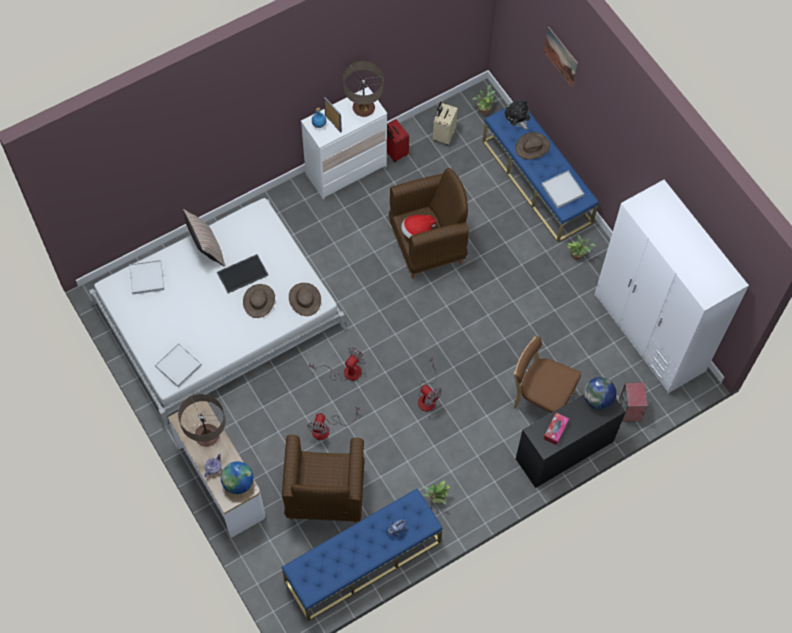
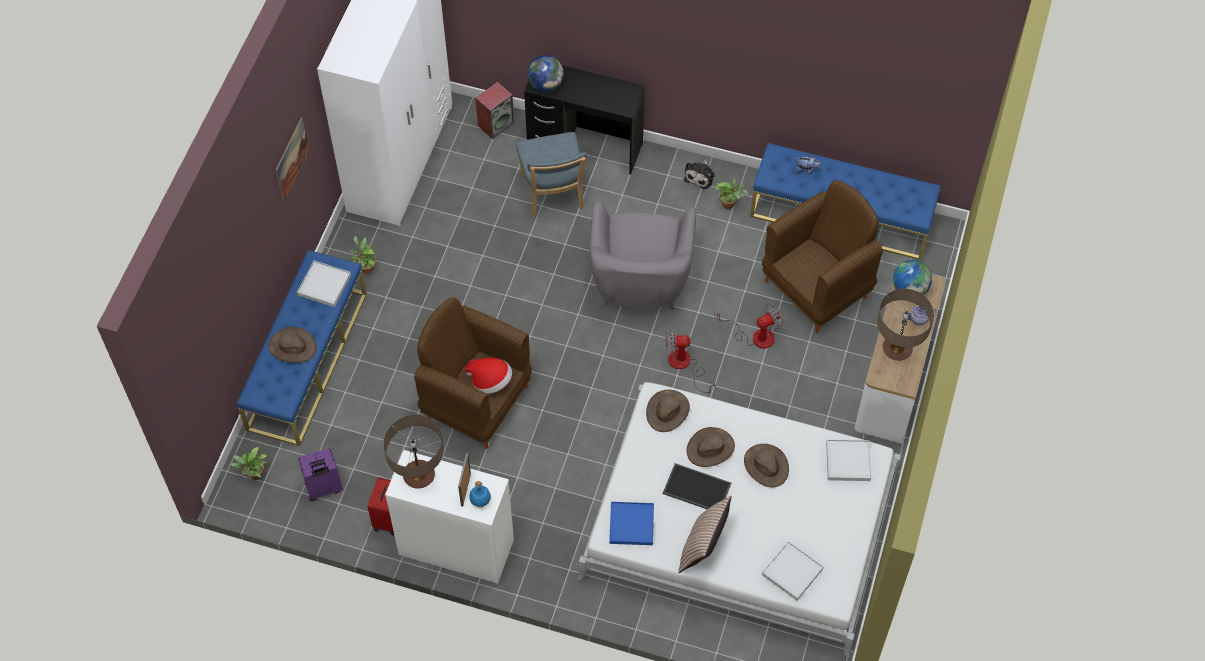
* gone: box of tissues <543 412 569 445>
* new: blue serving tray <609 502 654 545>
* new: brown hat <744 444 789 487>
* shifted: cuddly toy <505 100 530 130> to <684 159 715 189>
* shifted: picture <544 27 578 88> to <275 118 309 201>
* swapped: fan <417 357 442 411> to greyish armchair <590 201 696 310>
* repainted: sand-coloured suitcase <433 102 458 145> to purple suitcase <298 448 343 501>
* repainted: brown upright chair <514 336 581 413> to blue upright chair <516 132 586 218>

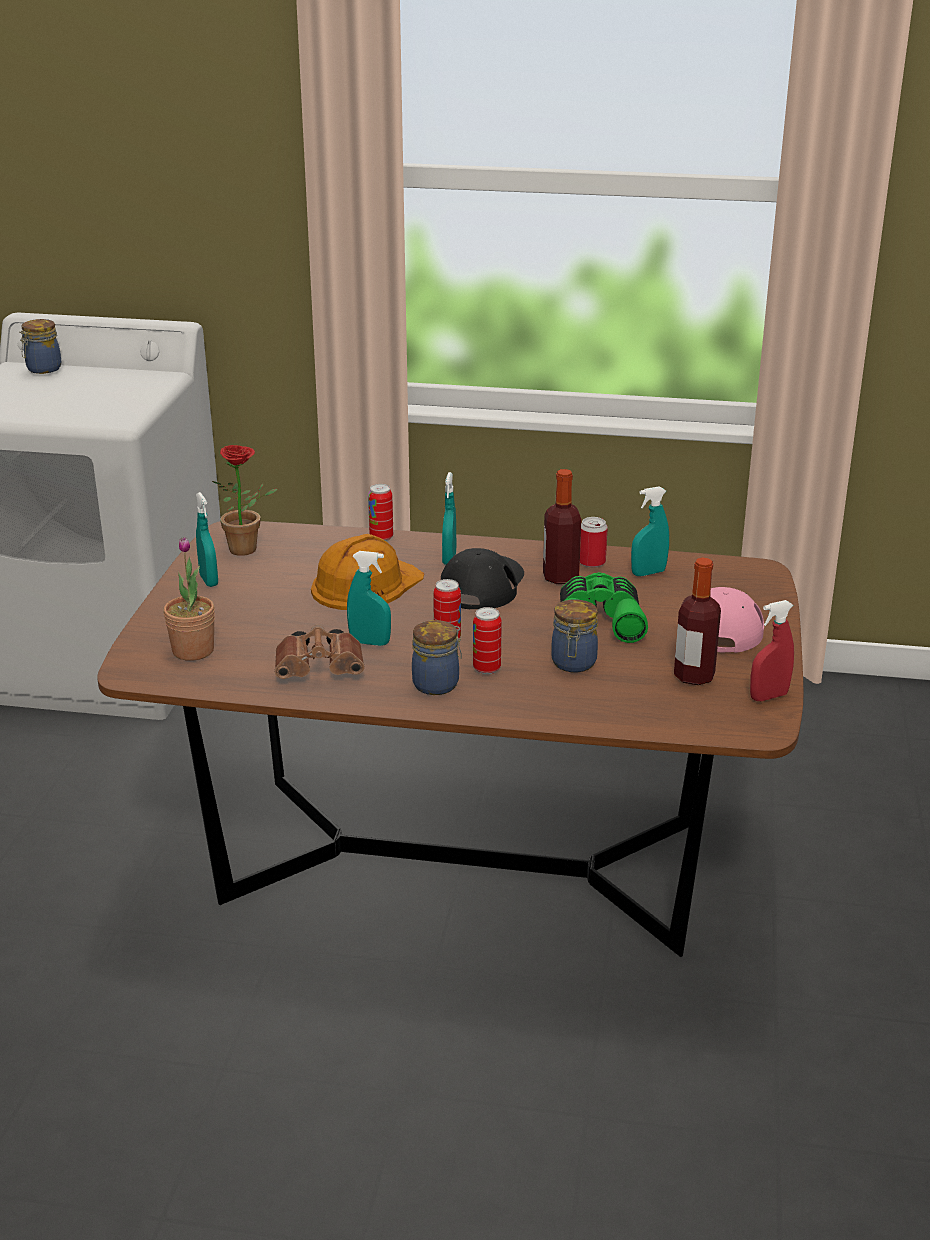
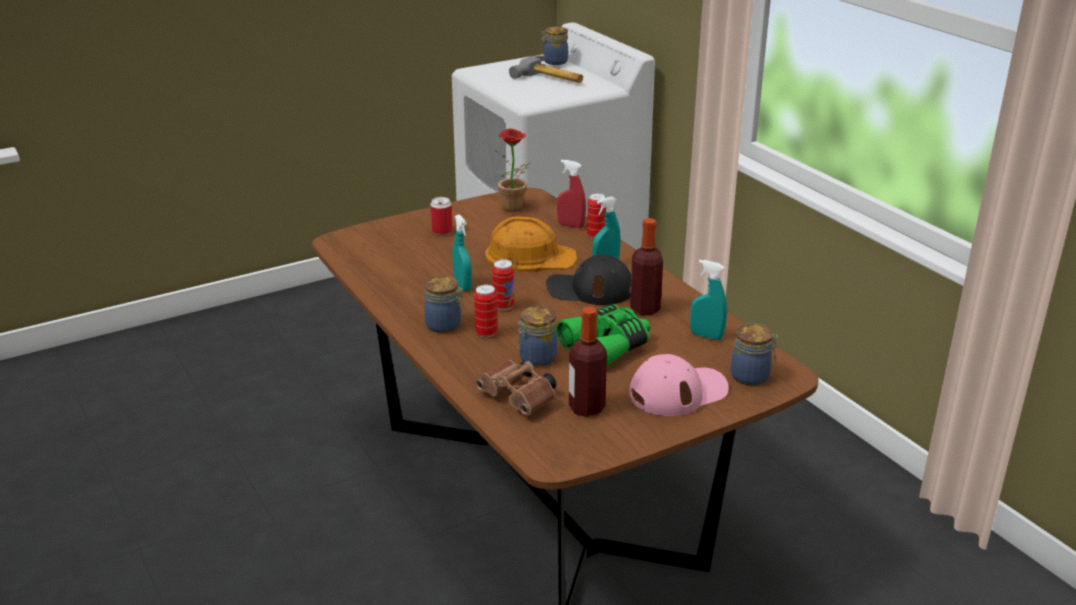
* gone: potted plant <163 537 215 661>
* gone: blue-green sprayer <196 492 218 587>
* new: hand hammer <509 55 583 83>
* new: storage jar <731 323 778 386>
* shifted: brown pair of binoculars <275 624 365 679> to <475 360 557 415>
* shifted: sealed can <580 517 608 567> to <430 197 453 235>
* shifted: red sprayer <750 600 794 701> to <557 160 586 228>
* rotated: black baseball cap <441 548 524 609> = <546 255 631 305> 150 degrees counterclockwise

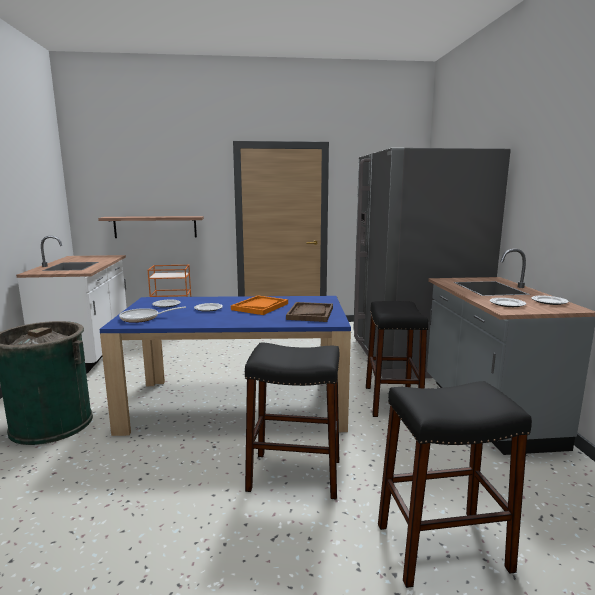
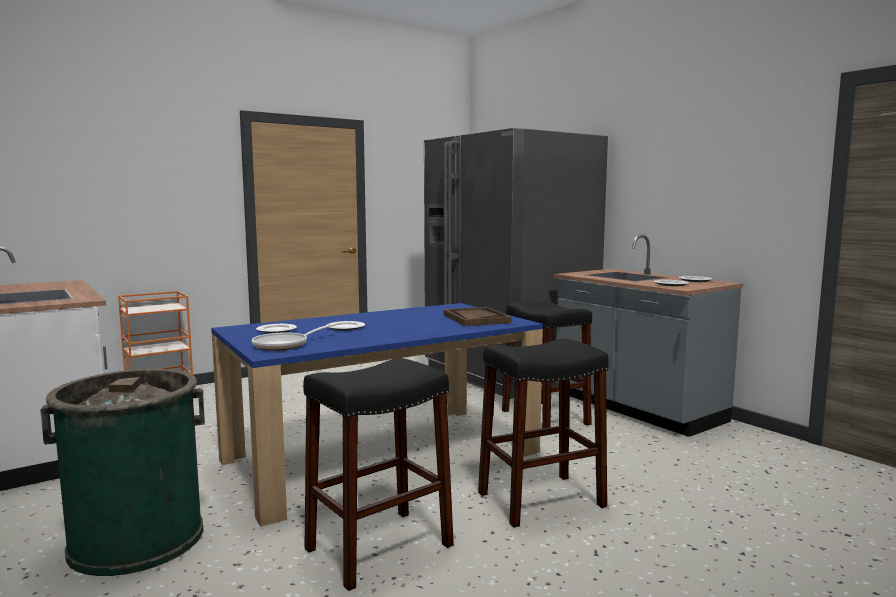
* gone: wall shelf <98 216 204 238>
* gone: orangey serving tray <231 296 288 315>
* shifted: black stool seat <378 381 532 588> to <303 358 454 591>

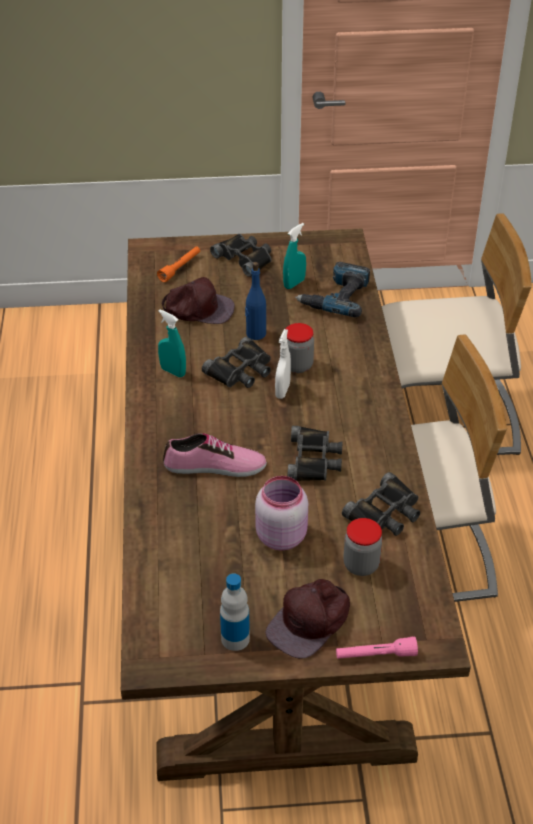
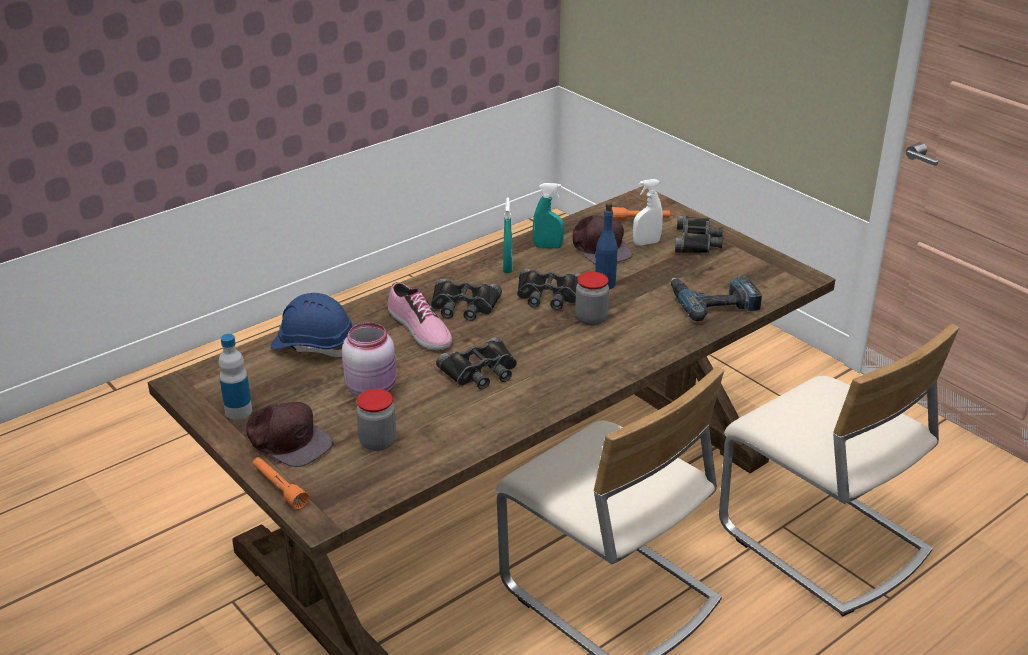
* new: blue safety helmet <270 293 354 357>
* shifted: white sprayer <275 329 291 399> to <633 179 663 245>
* shifted: blue-green sprayer <283 223 306 289> to <533 183 564 249>
* shifted: black pair of binoculars <342 472 420 536> to <431 279 502 321>
* repainted: pinkish flashlight <336 636 418 659> to orangey flashlight <253 457 309 509>
* rotated: brown baseball cap <265 579 350 659> = <246 402 333 467> 150 degrees counterclockwise

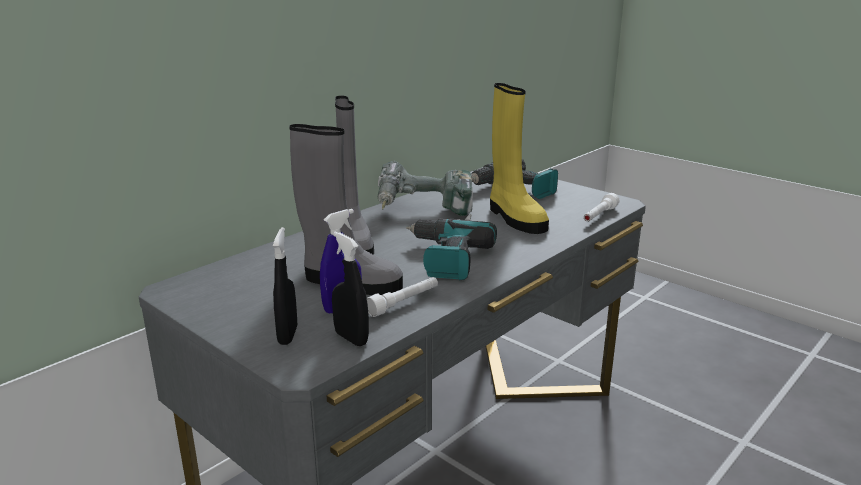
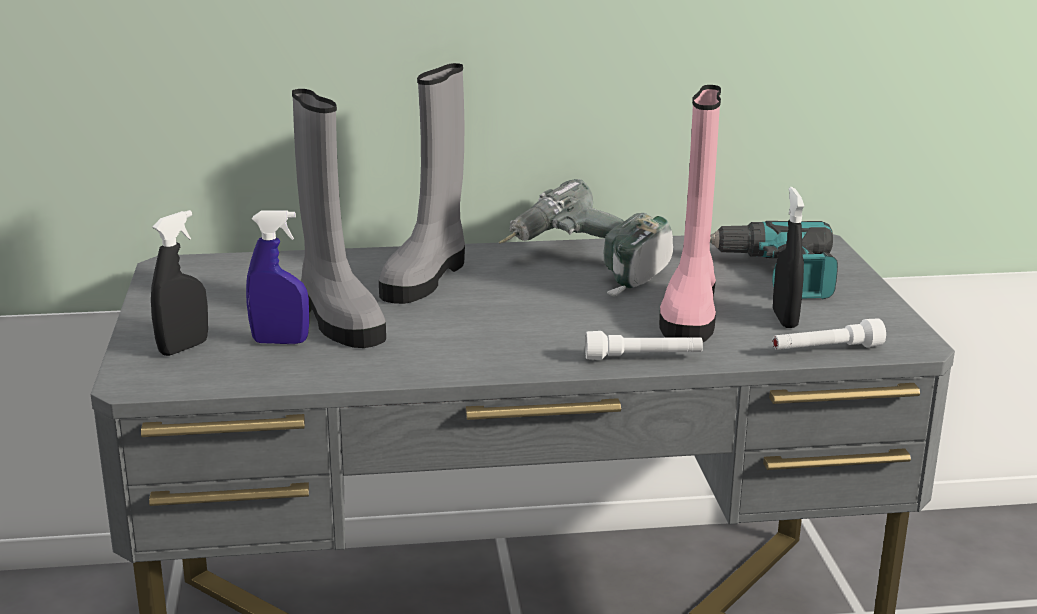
* gone: power drill <406 219 497 280>
* shifted: black sprayer <332 231 369 346> to <773 187 804 328>
* shifted: white flashlight <367 277 438 317> to <585 331 703 360>
* repainted: yellow tall boot <490 83 549 234> to pinkish tall boot <659 85 721 342>

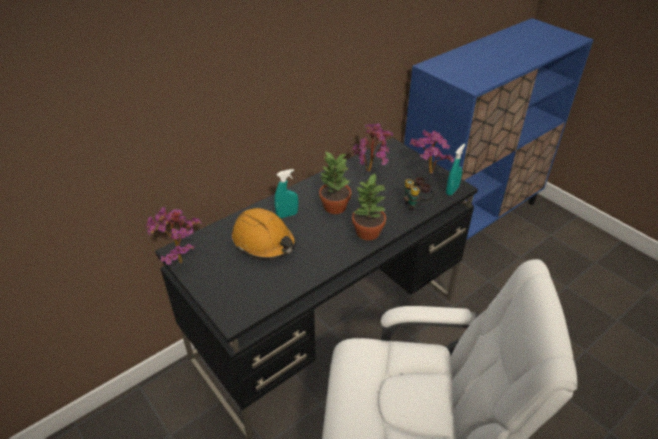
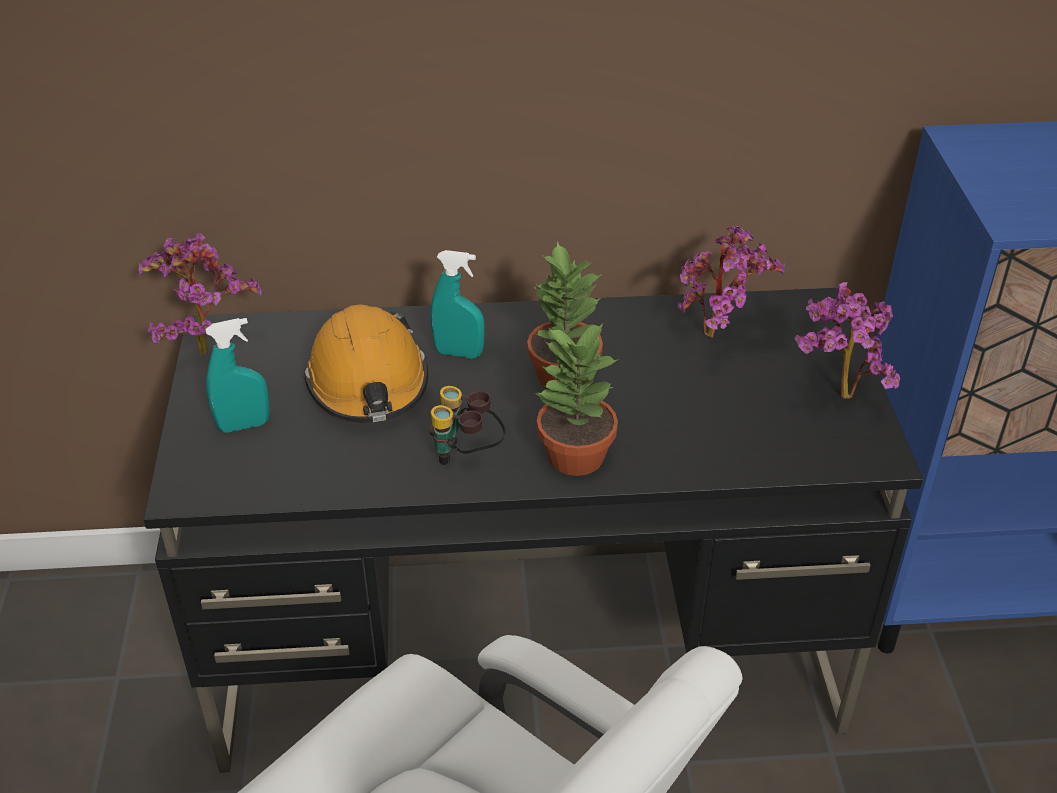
* shifted: pair of binoculars <403 177 434 211> to <429 386 506 465>
* shifted: blue-green sprayer <446 144 465 196> to <205 318 270 433>

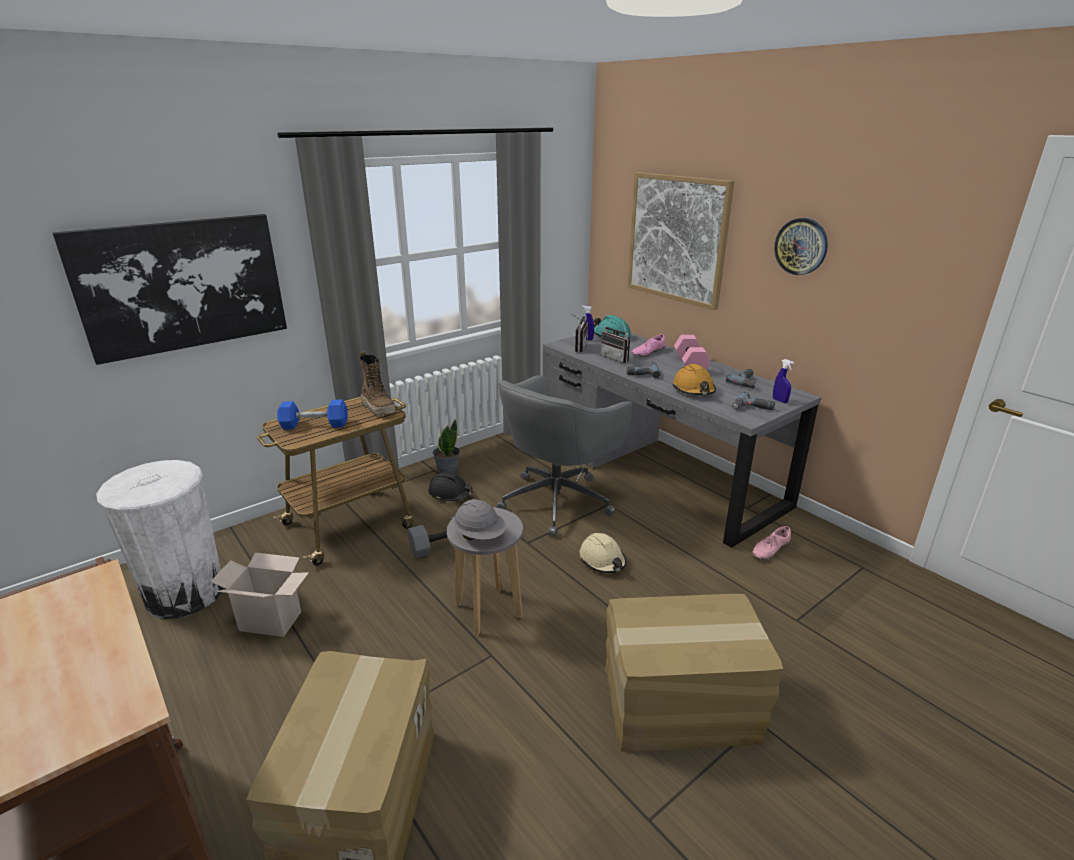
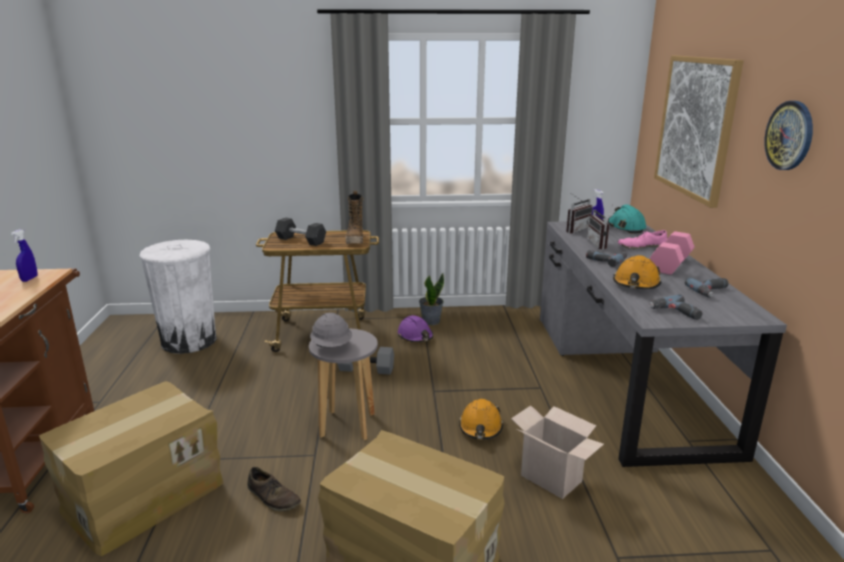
* gone: picture <53 214 287 365>
* gone: greyish office chair <496 375 634 537>
* gone: pinkish item of footwear <752 526 791 560>
* new: brown item of footwear <248 467 301 511>
* shifted: cardboard box <210 553 309 637> to <511 405 604 499>
* shifted: blue sprayer <773 359 794 403> to <11 229 38 282>
* repainted: blue free weight <277 399 348 430> to greyish free weight <275 217 326 246>
* repainted: black safety helmet <428 472 473 501> to purple safety helmet <398 315 433 342>
* repainted: sand-coloured safety helmet <580 533 626 573> to orangey safety helmet <459 399 503 439>

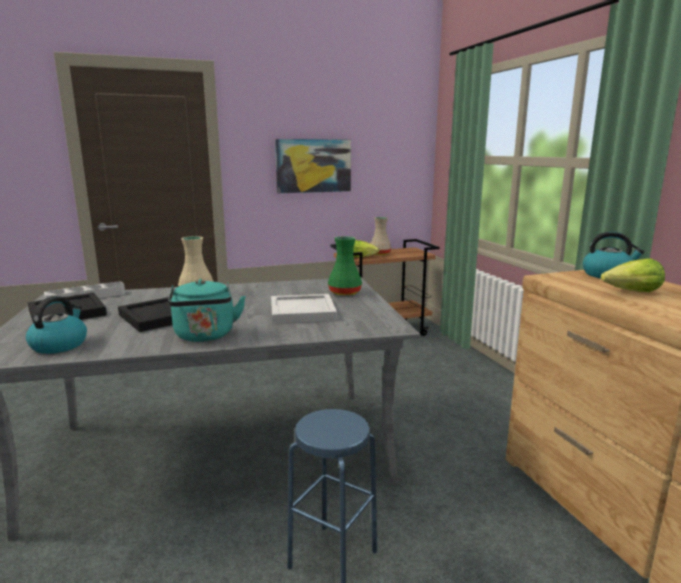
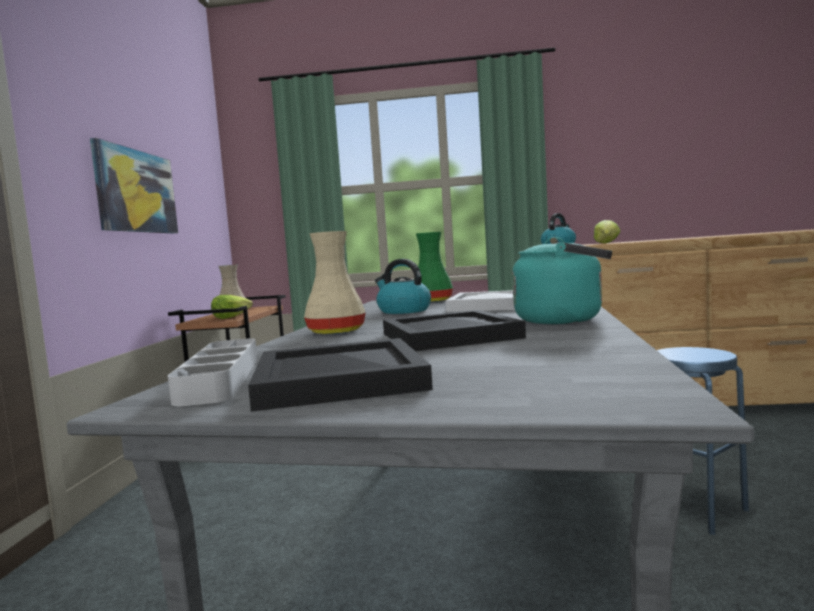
* shifted: tea kettle <26 296 87 354> to <375 259 431 314>

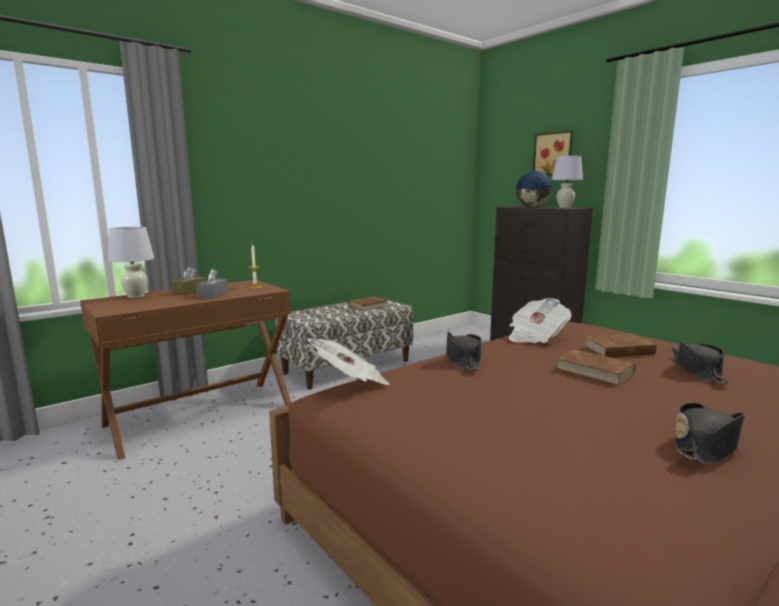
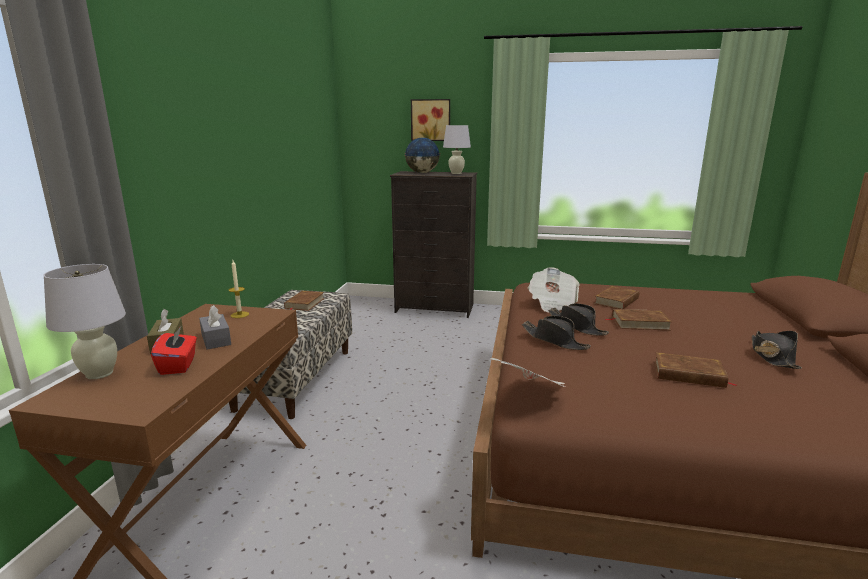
* new: red box of tissues <151 325 197 375>
* new: brown bound book <655 352 737 388>
* shifted: black hat <672 341 729 384> to <548 303 609 336>

